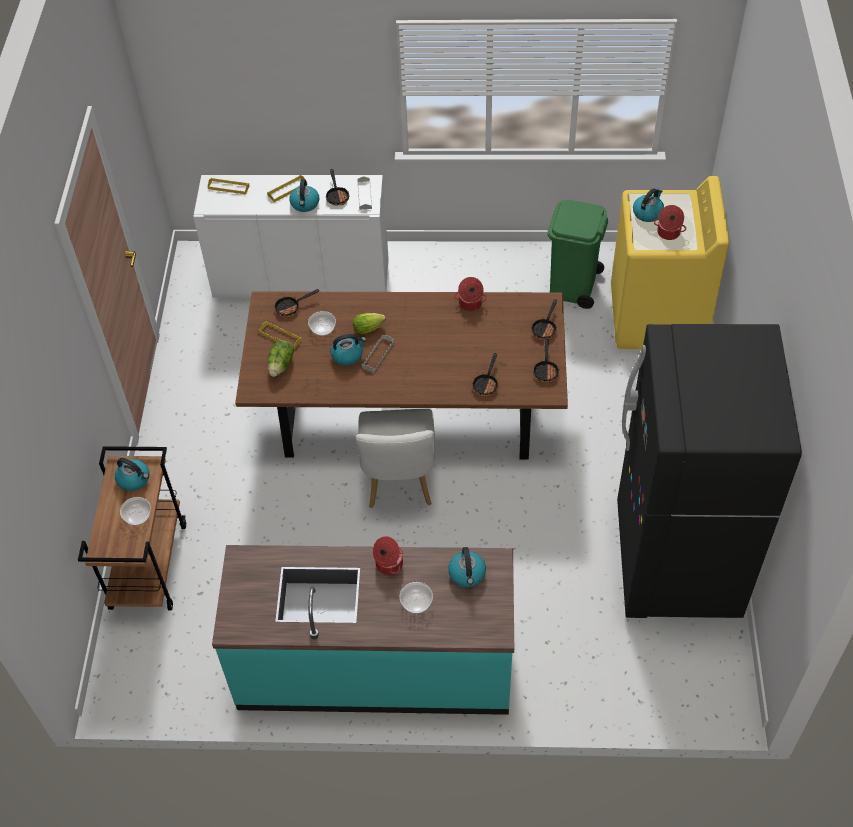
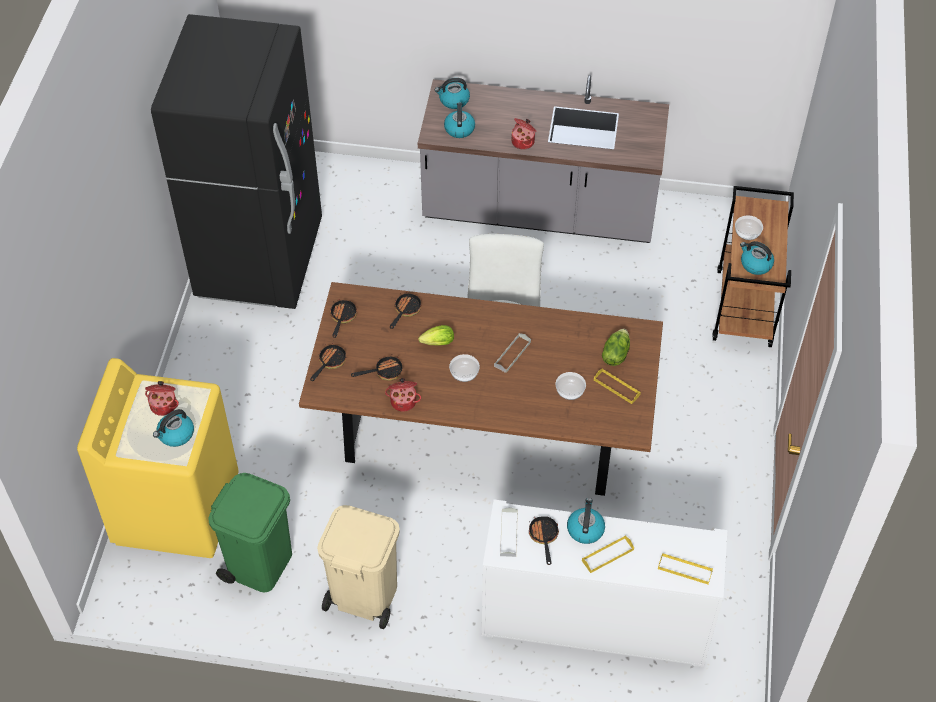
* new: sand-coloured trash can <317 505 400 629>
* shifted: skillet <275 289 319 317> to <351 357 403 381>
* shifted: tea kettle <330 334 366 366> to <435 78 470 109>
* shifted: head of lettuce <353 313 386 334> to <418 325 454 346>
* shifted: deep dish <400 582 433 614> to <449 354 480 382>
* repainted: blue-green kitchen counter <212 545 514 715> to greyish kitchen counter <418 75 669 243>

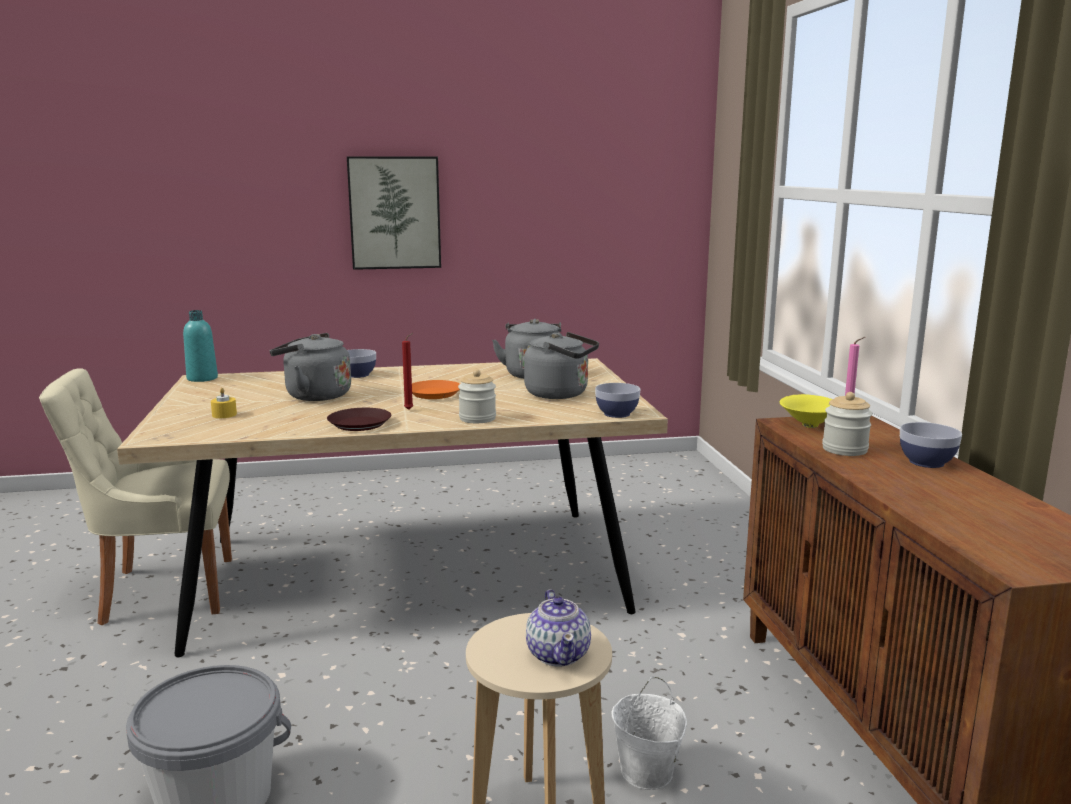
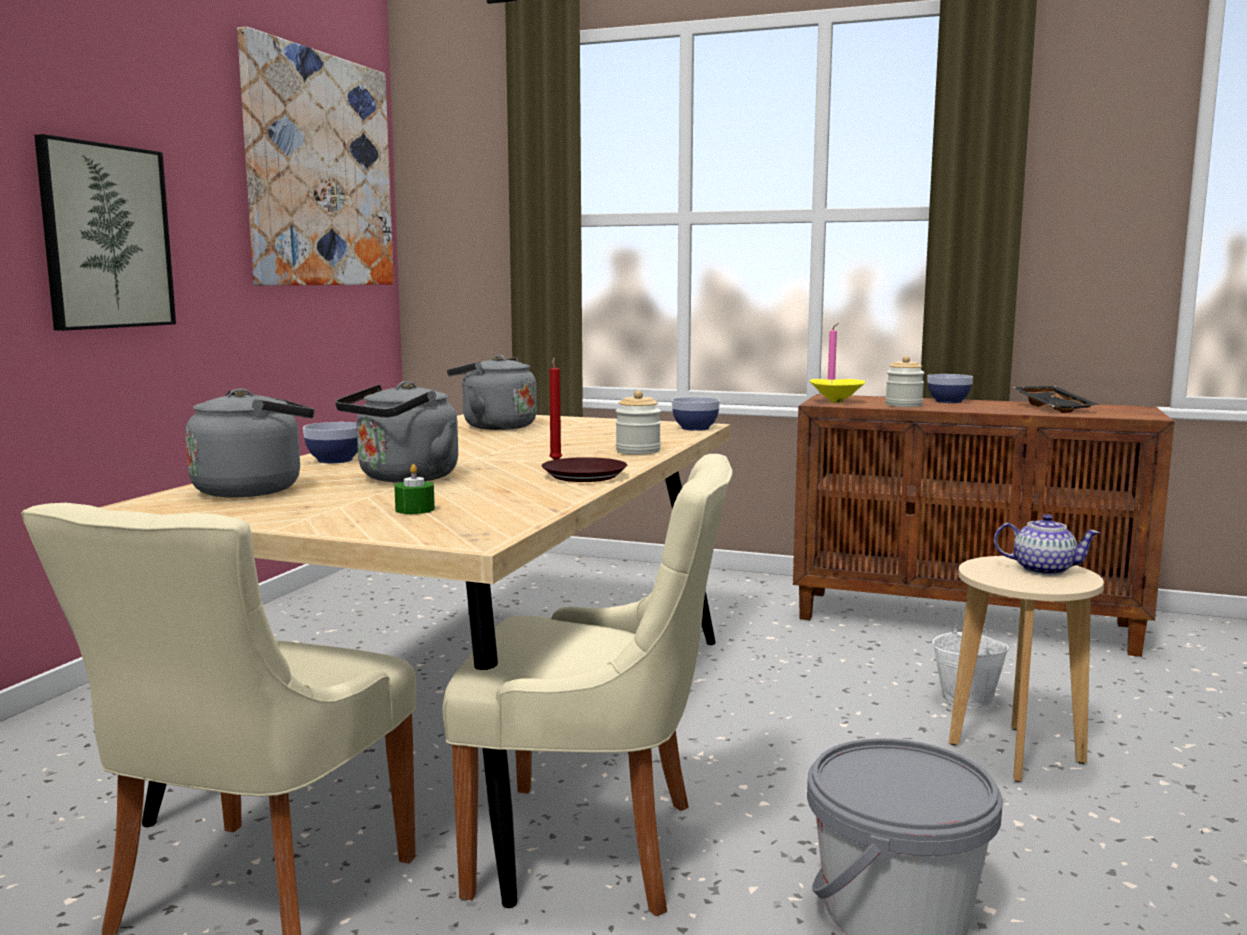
* gone: blue-green bottle <183 310 218 382>
* gone: orangey flat dish <412 380 460 399>
* new: picture <237 27 394 286>
* new: sand-coloured upright chair <442 454 733 916>
* new: black serving tray <1013 386 1100 413>
* shifted: greyish tea kettle <524 332 599 399> to <186 388 314 497>
* repainted: yellow wax light <211 388 237 418> to green wax light <394 464 435 514>

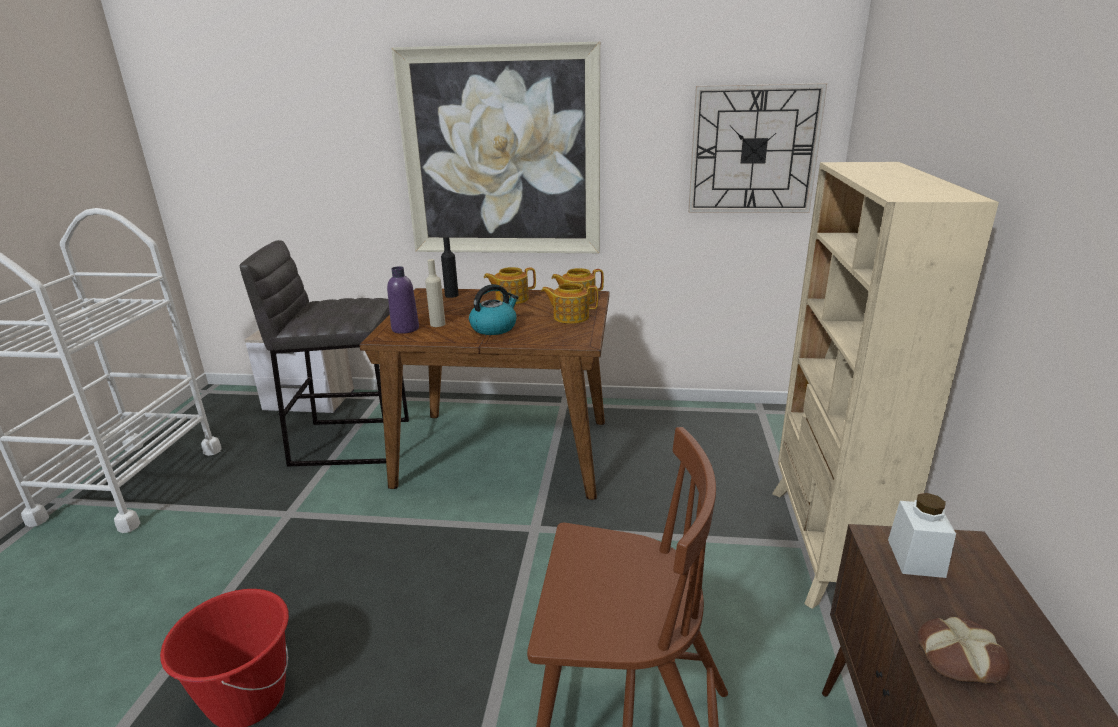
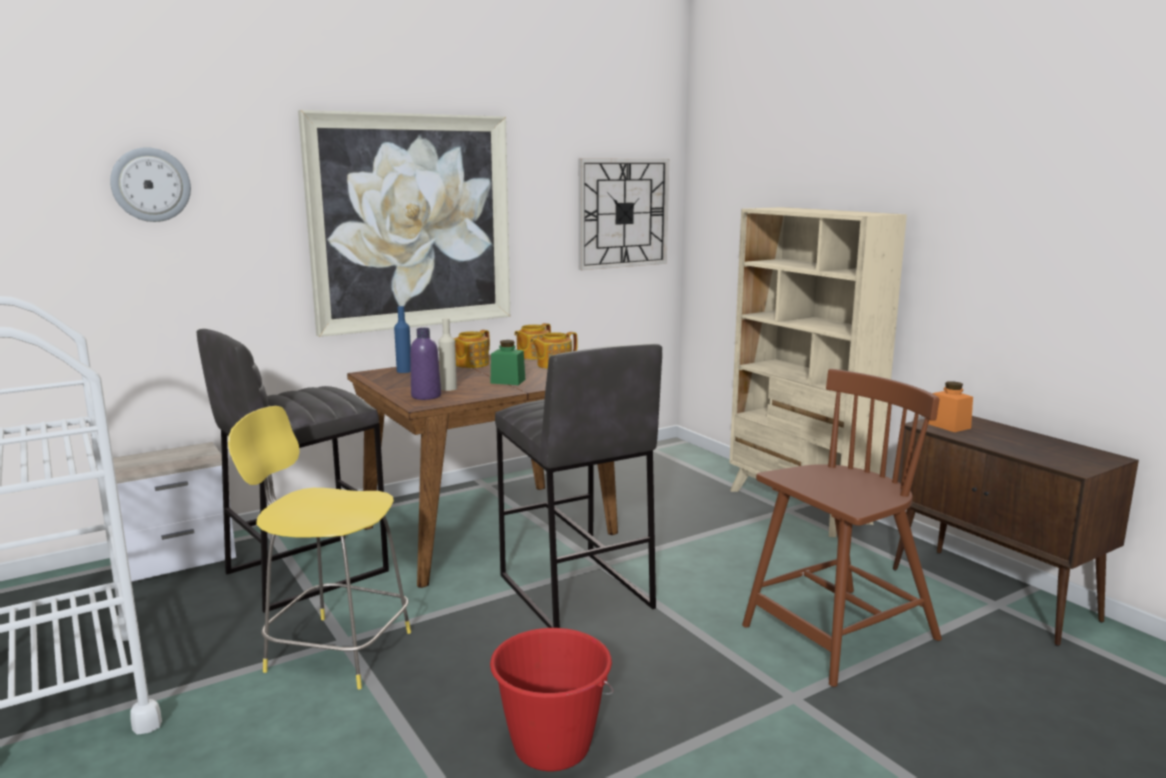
* gone: bread <917 617 1010 683>
* new: wall clock <110 147 191 222>
* new: yellow stool seat <228 406 411 690>
* new: greyish stool seat <495 343 662 628>
* swapped: tea kettle <469 284 518 335> to green storage jar <490 340 525 385>
* repainted: black bottle <441 237 459 298> to blue bottle <394 306 411 373>
* repainted: white storage jar <888 493 956 578> to orangey storage jar <928 381 973 432>

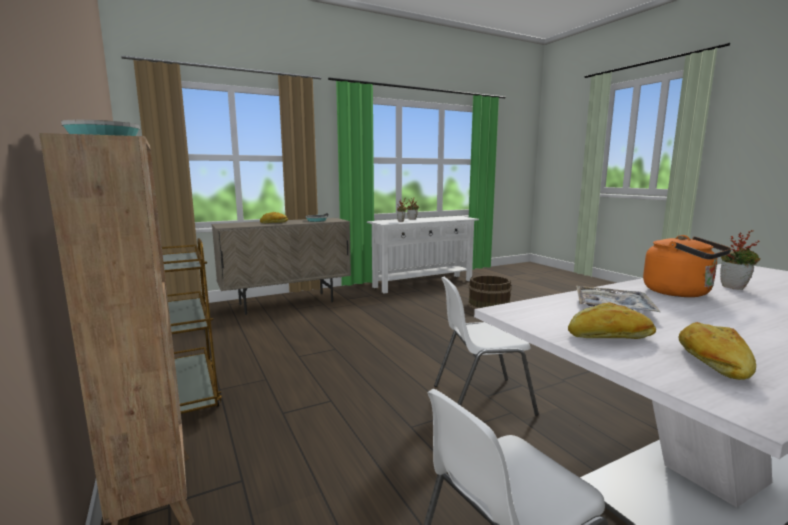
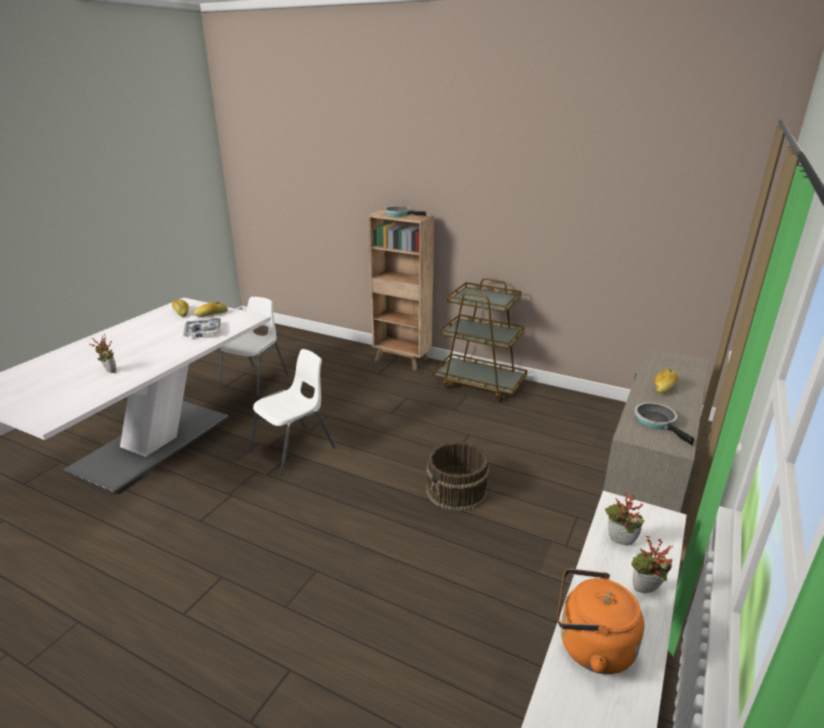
* shifted: brown water bucket <468 275 512 309> to <426 442 489 511>
* shifted: orangey tea kettle <643 235 731 297> to <557 569 644 674>

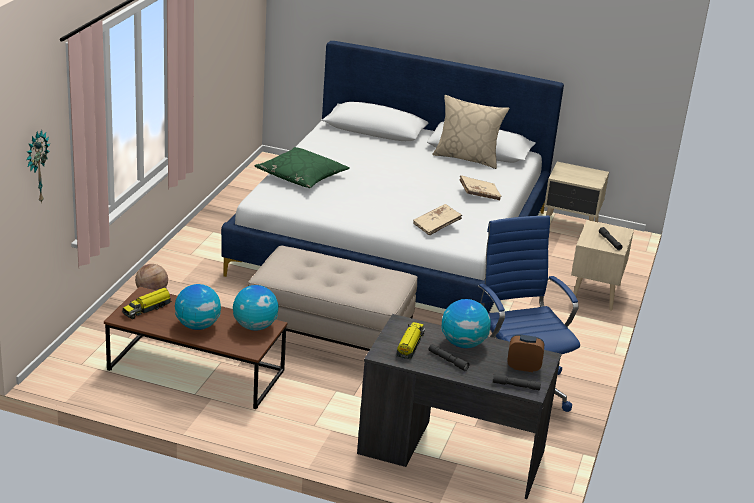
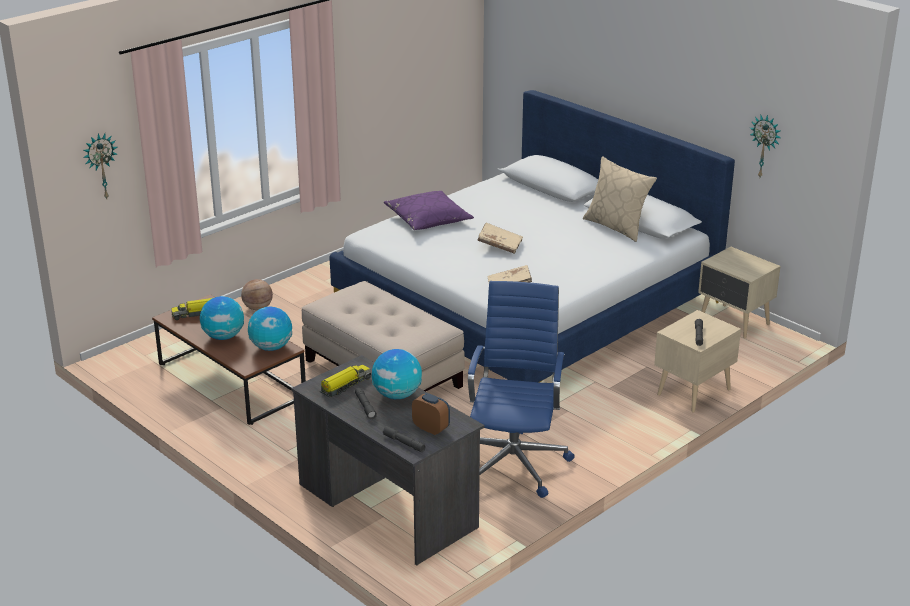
* new: wall clock <750 115 781 177>
* shifted: sand-coloured bound book <459 175 501 200> to <478 222 523 254>
* repainted: green throw pillow <255 147 350 188> to purple throw pillow <384 191 474 230>

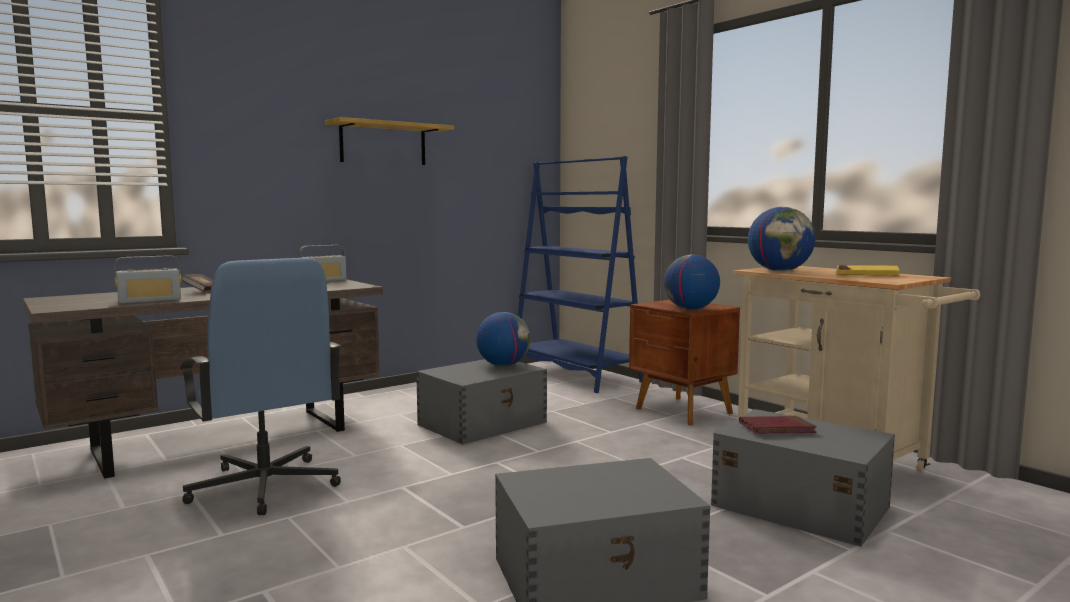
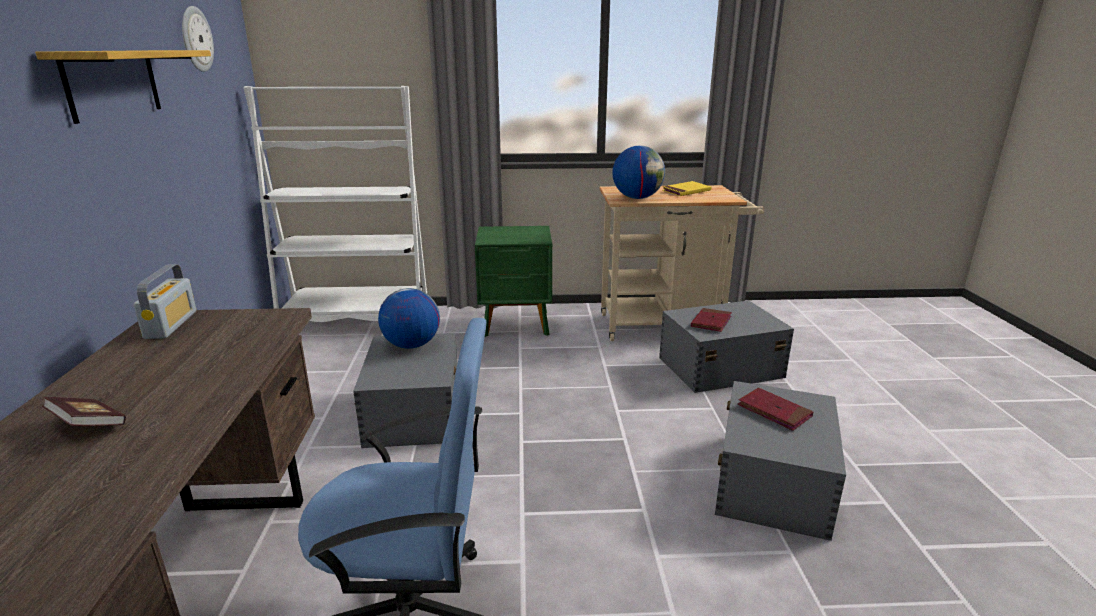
* gone: radio set <115 255 182 303>
* gone: world globe <664 255 720 310>
* new: wall clock <182 6 214 72>
* new: red bound book <738 388 813 431>
* repainted: blue bookshelf <518 156 644 393> to white bookshelf <244 86 427 322>
* repainted: brown nightstand <629 300 740 425> to green nightstand <475 226 552 337>

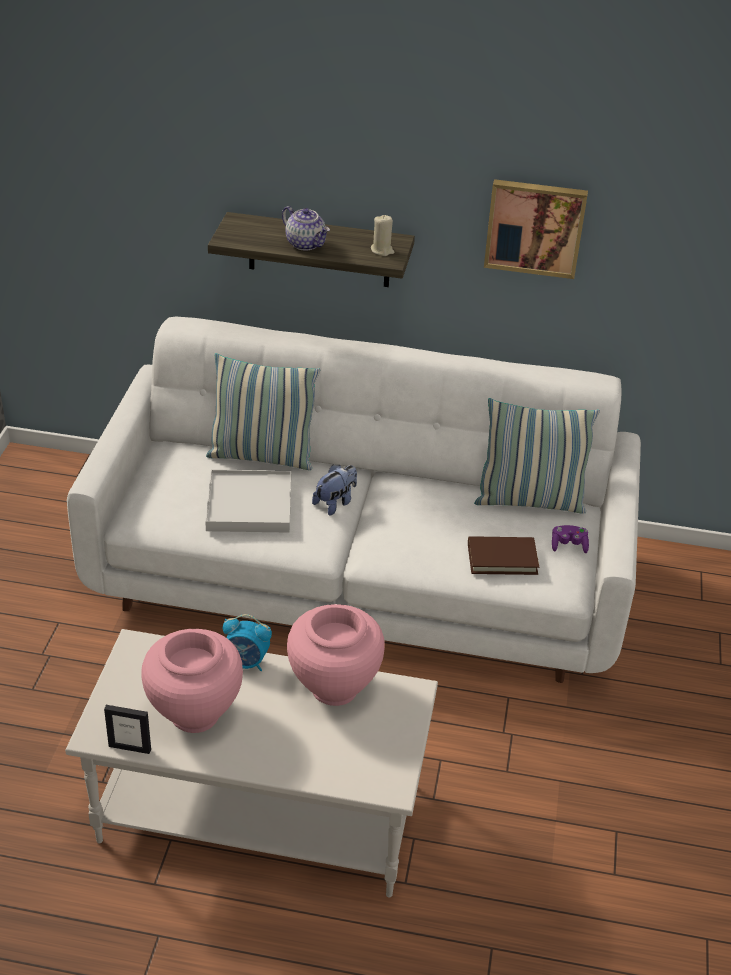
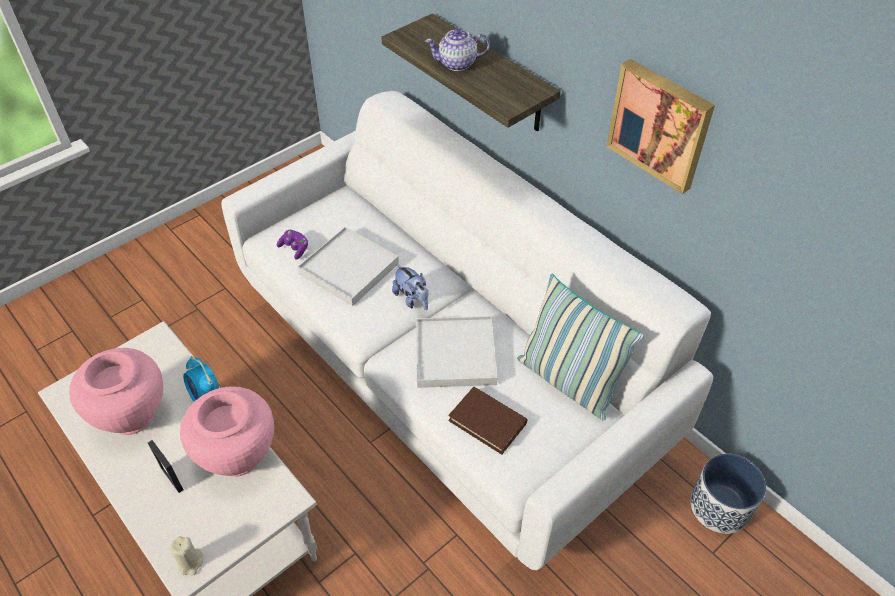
* gone: throw pillow <206 353 320 470>
* new: white serving tray <416 316 497 388>
* new: planter <690 454 766 534>
* shifted: standing frame <104 705 151 754> to <148 440 183 493>
* shifted: sand-coloured wax light <371 215 394 256> to <170 536 203 575>
* shifted: purple gamepad <552 525 589 553> to <277 230 308 260>
* rotated: pot for tea <282 206 330 251> = <425 28 490 71> 90 degrees clockwise
* rotated: cuddly toy <312 465 357 516> = <392 264 428 310> 60 degrees clockwise

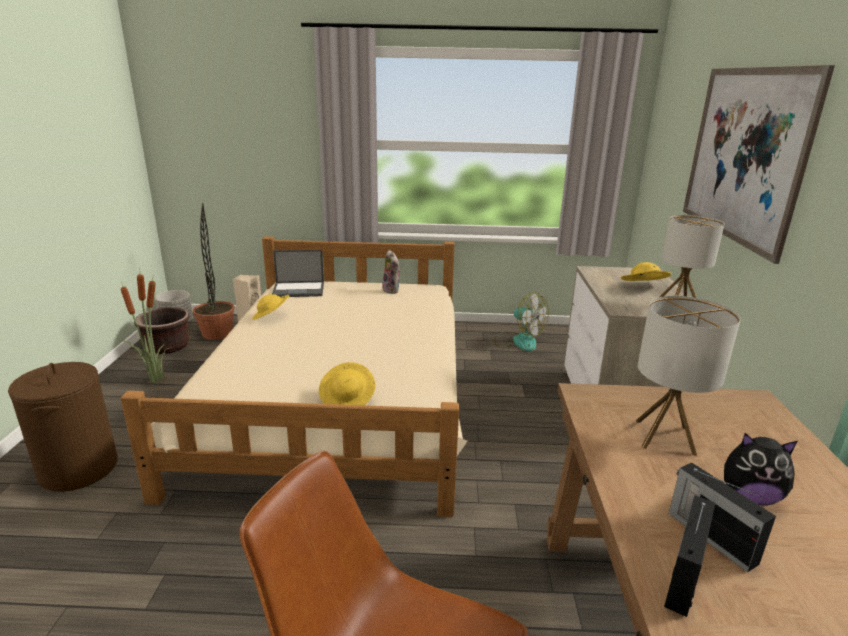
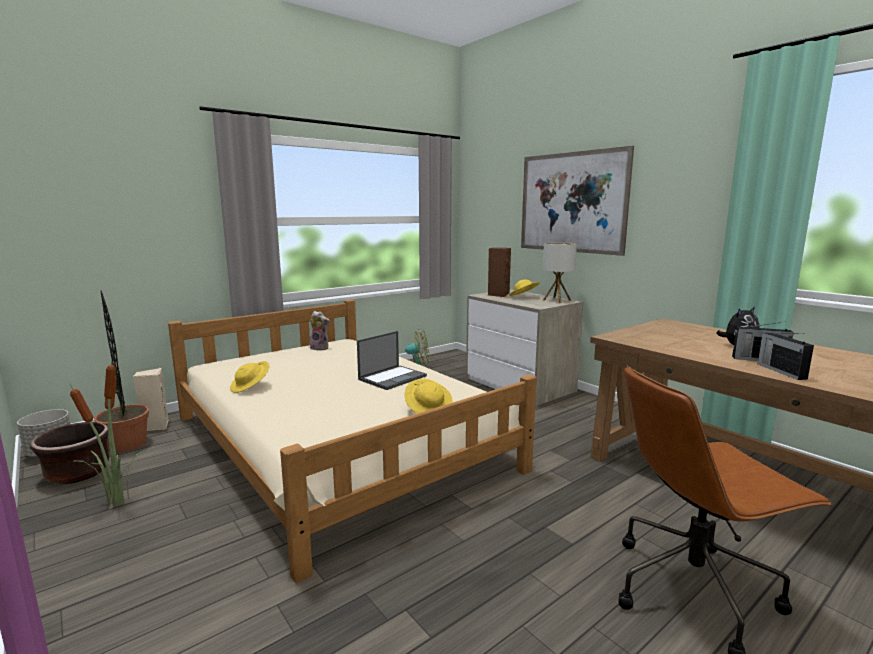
* gone: brown hamper <8 362 118 492>
* gone: lamp for a table <636 296 741 456>
* new: brown loudspeaker <488 248 511 297>
* shifted: notebook computer <272 250 324 297> to <357 331 427 390>

